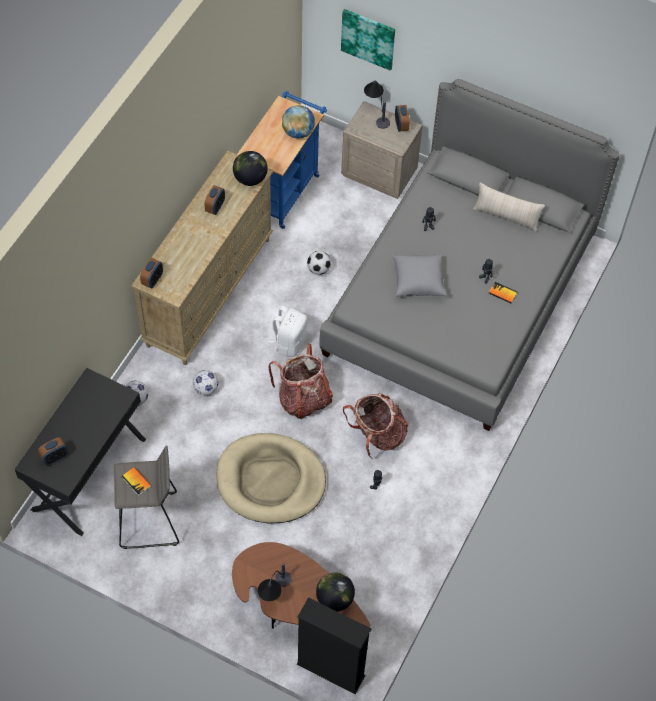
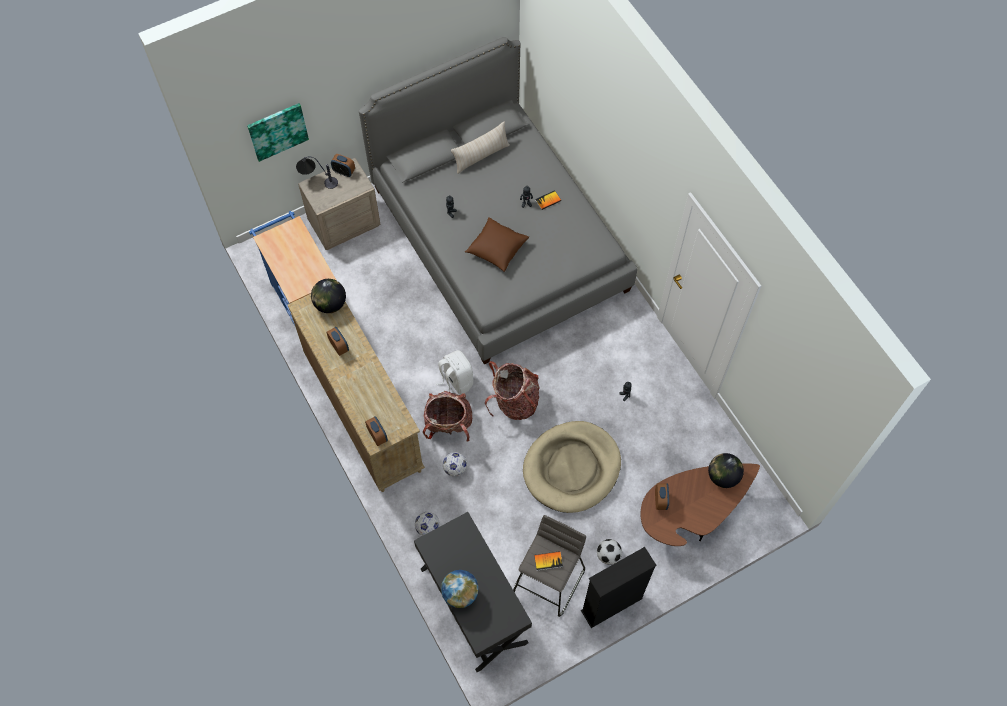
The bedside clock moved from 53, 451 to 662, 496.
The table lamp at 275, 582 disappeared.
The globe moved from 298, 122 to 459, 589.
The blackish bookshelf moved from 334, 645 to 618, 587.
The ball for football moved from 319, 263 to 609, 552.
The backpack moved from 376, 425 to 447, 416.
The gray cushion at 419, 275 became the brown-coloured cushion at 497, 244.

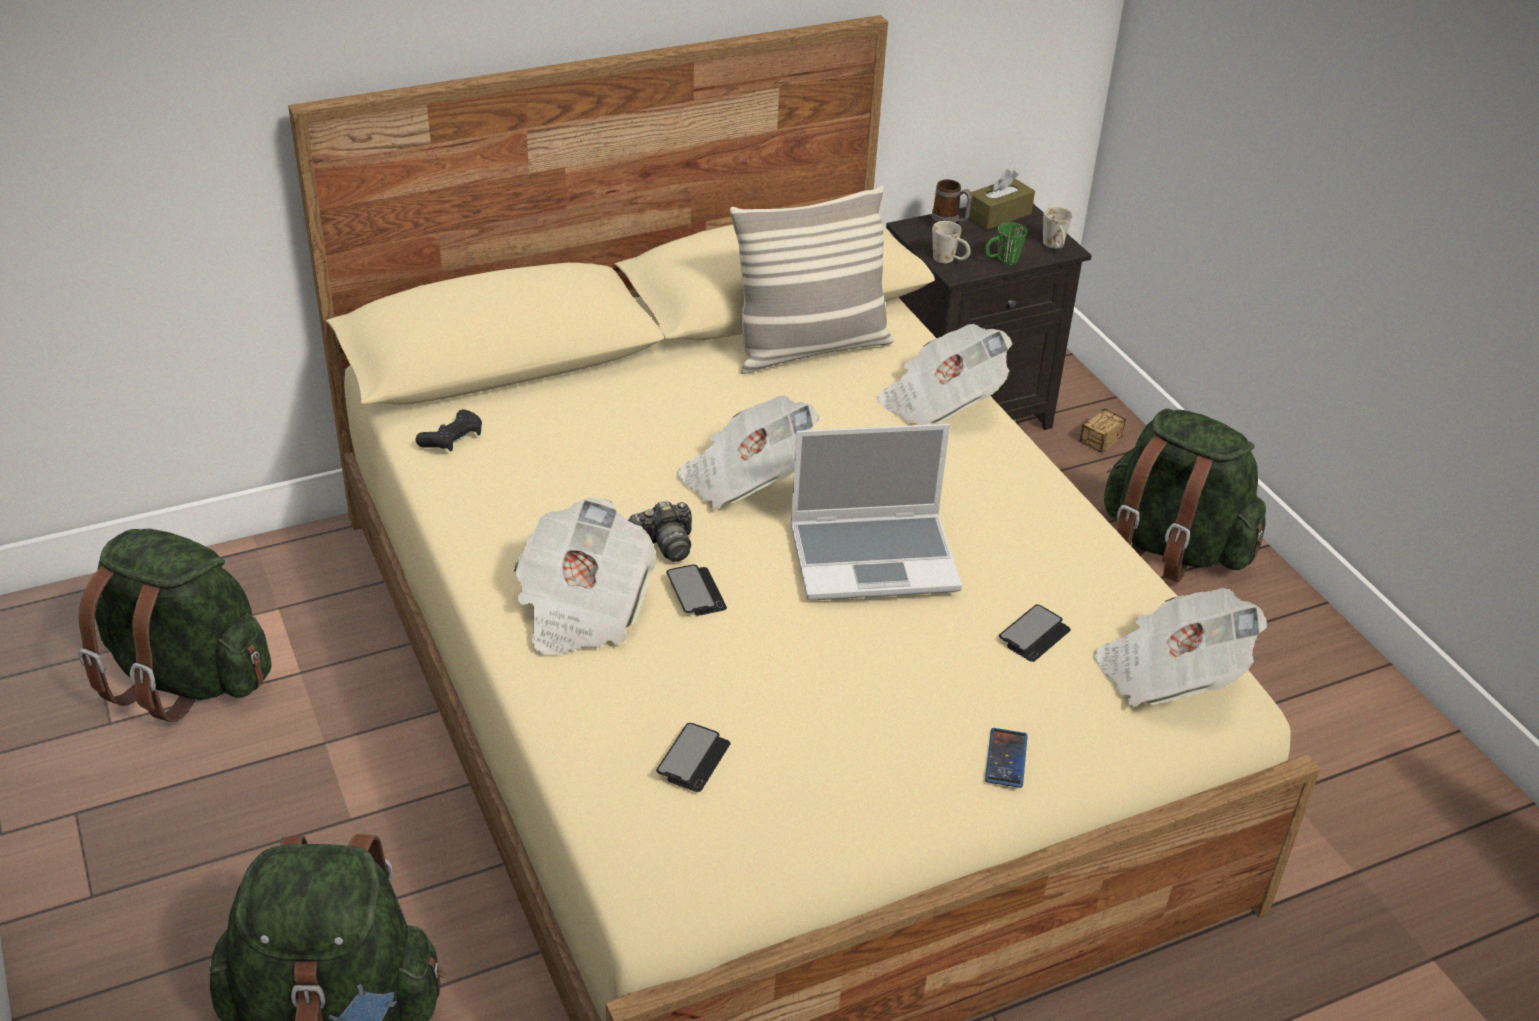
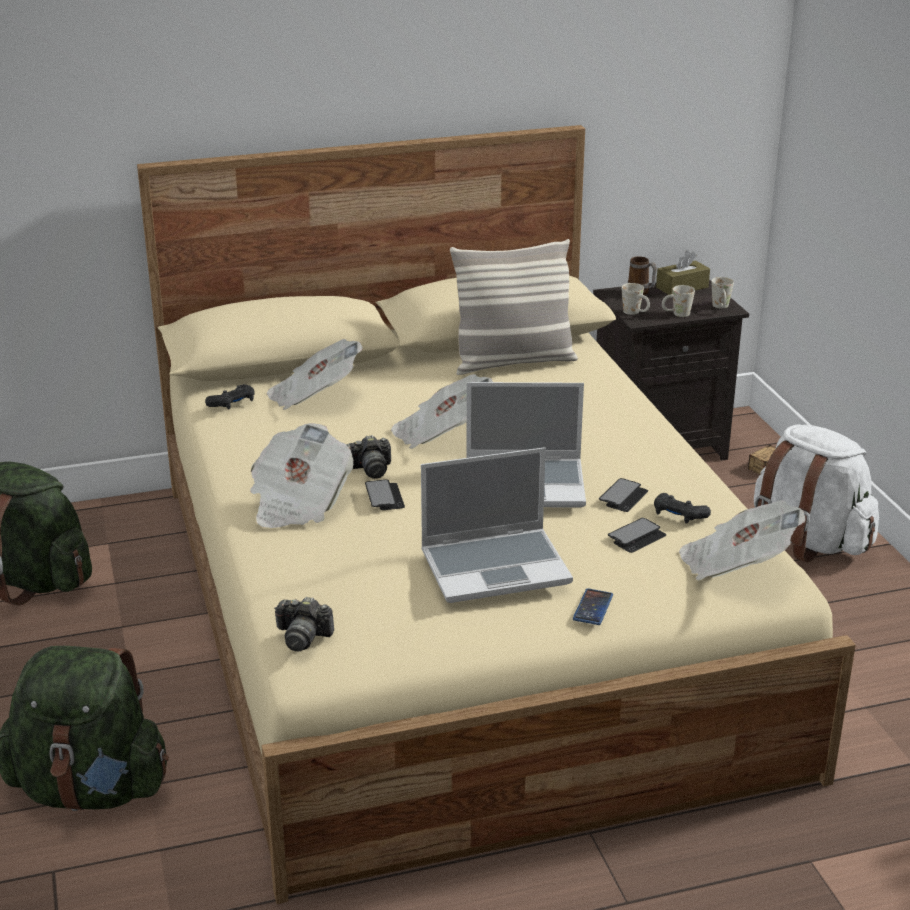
The telephone moved from 693, 757 to 623, 495.
The newspaper moved from 945, 374 to 315, 374.
The green coffee mug at 1005, 243 became the white-coloured coffee mug at 678, 301.
The green backpack at 1185, 495 became the white-coloured backpack at 816, 494.
The still camera at 304, 624 appeared.
The laptop at 497, 525 appeared.
The blackish joypad at 682, 508 appeared.

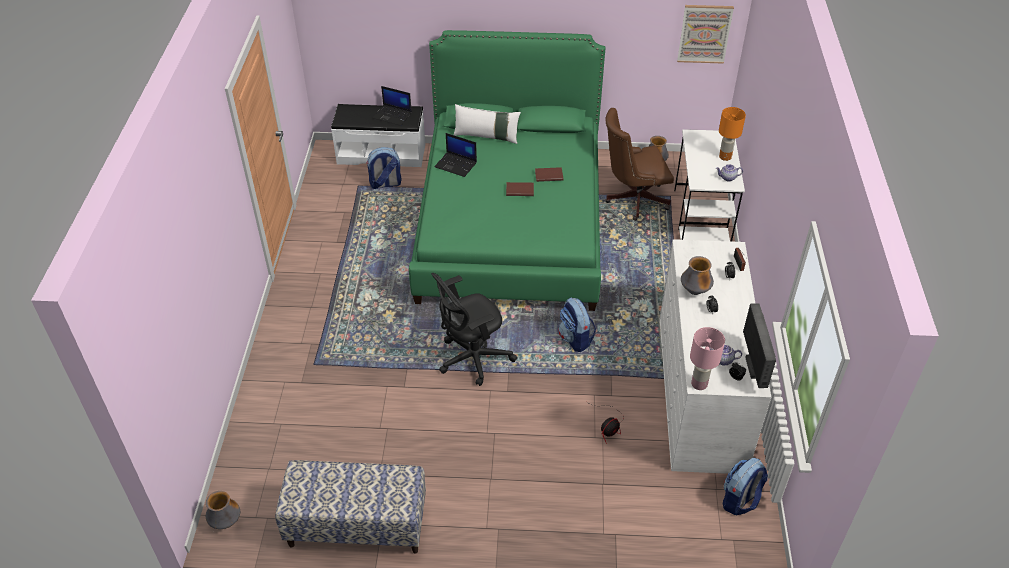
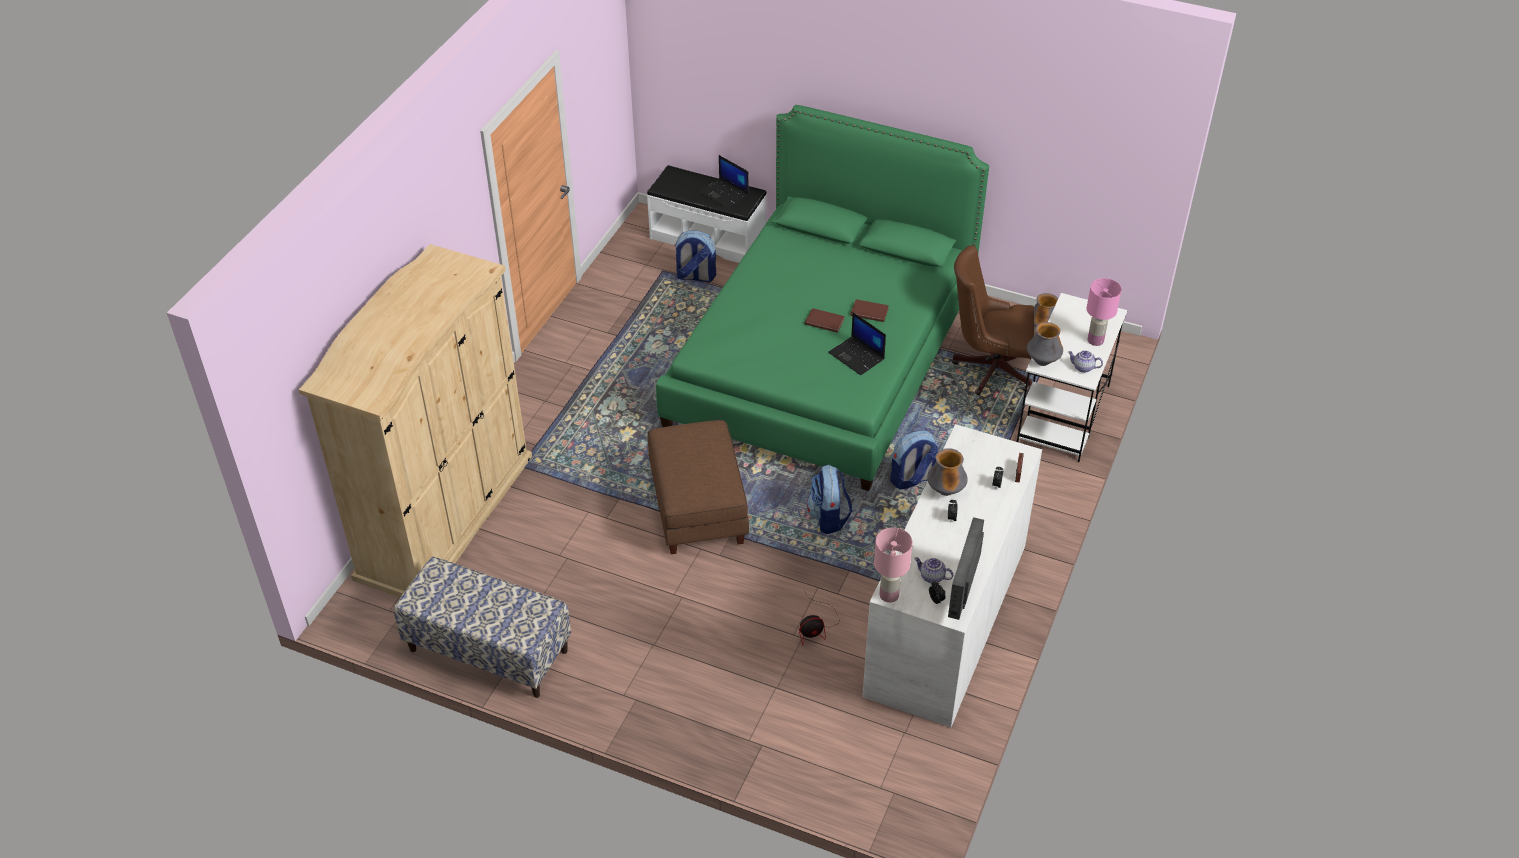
The flower vase moved from 223, 510 to 1045, 344.
The blackish computer chair at 474, 329 was replaced by the brown-coloured footrest at 698, 487.
The laptop moved from 455, 155 to 857, 343.
The white-coloured cushion at 487, 124 disappeared.
The wall picture at 705, 34 disappeared.
The orange-coloured table lamp at 732, 134 became the pink-coloured table lamp at 1104, 312.
The backpack moved from 745, 486 to 914, 460.
The sand-coloured armoire at 415, 420 appeared.

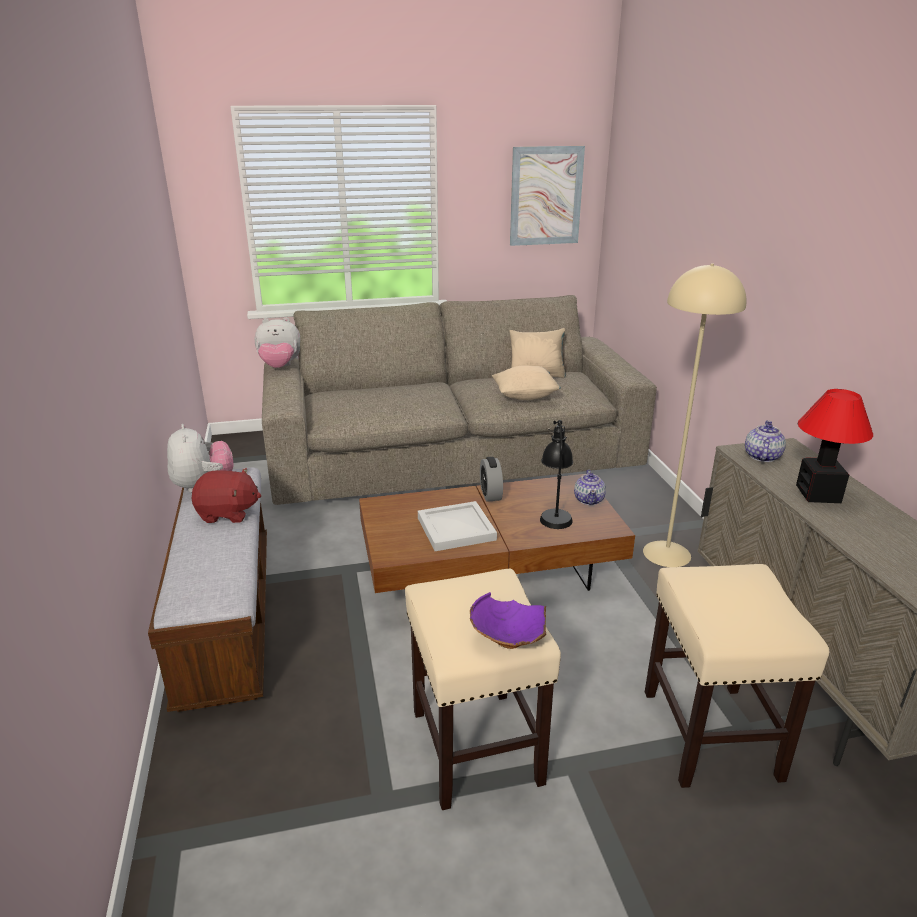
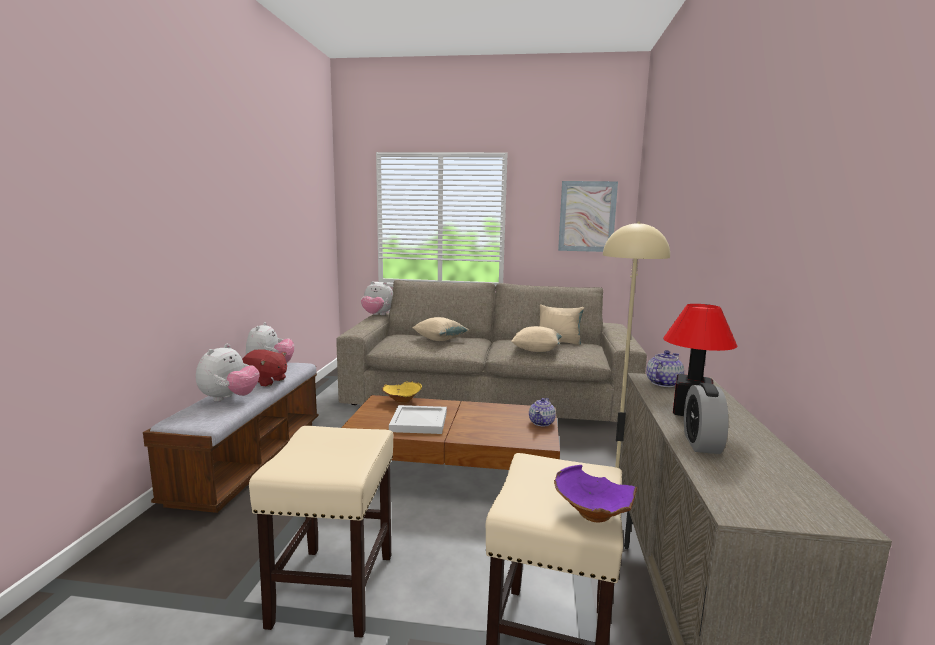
The purple-coloured deep dish moved from 508, 620 to 595, 494.
The bedside clock moved from 491, 479 to 706, 418.
The blackish table lamp at 556, 474 disappeared.
The soft toy at 228, 373 appeared.
The yellow deep dish at 402, 392 appeared.
The sand-coloured cushion at 440, 329 appeared.

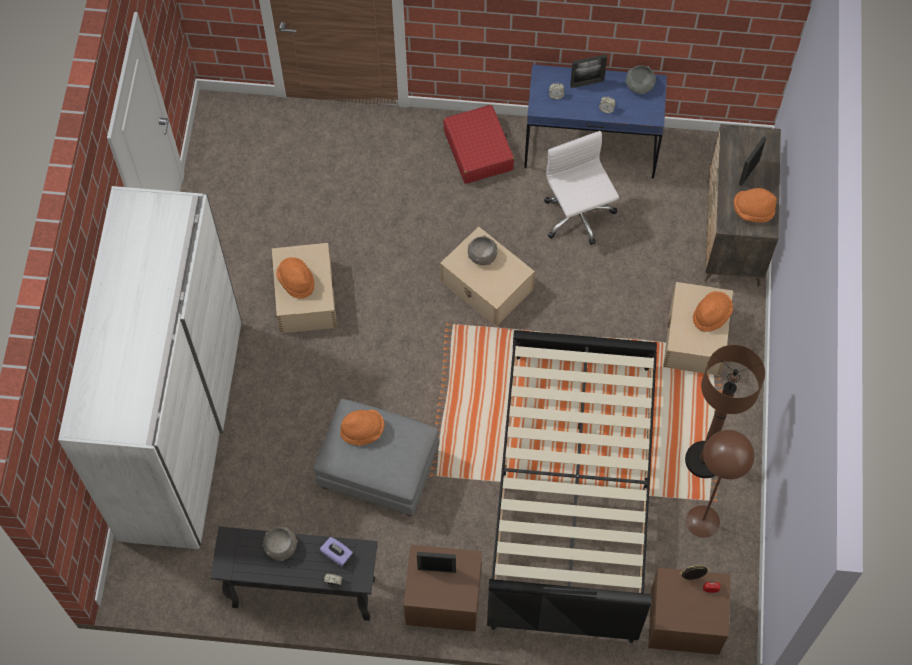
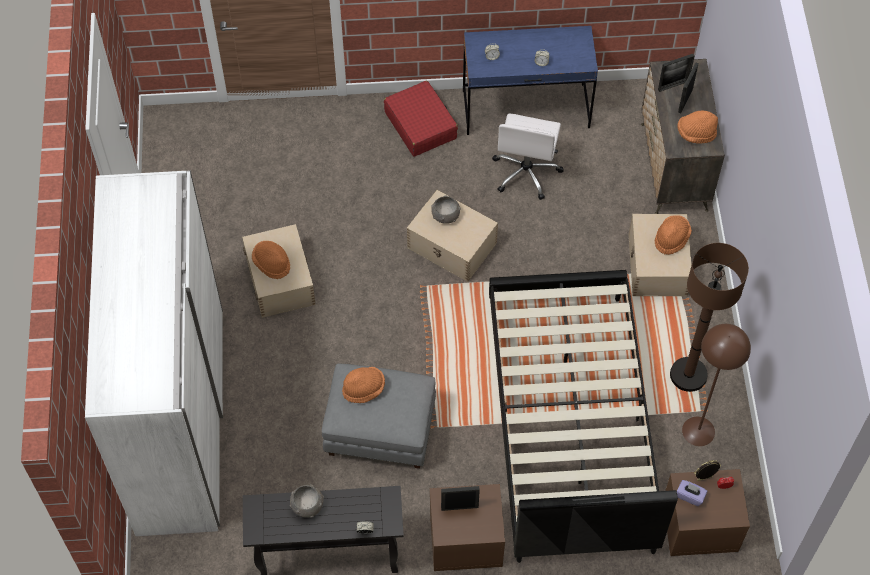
The purple-coloured tissue holder moved from 336, 552 to 692, 493.
The white-coloured computer chair at 581, 188 turned 135 degrees counterclockwise.
The standing frame moved from 588, 71 to 676, 73.
The gray deep dish at 640, 79 disappeared.

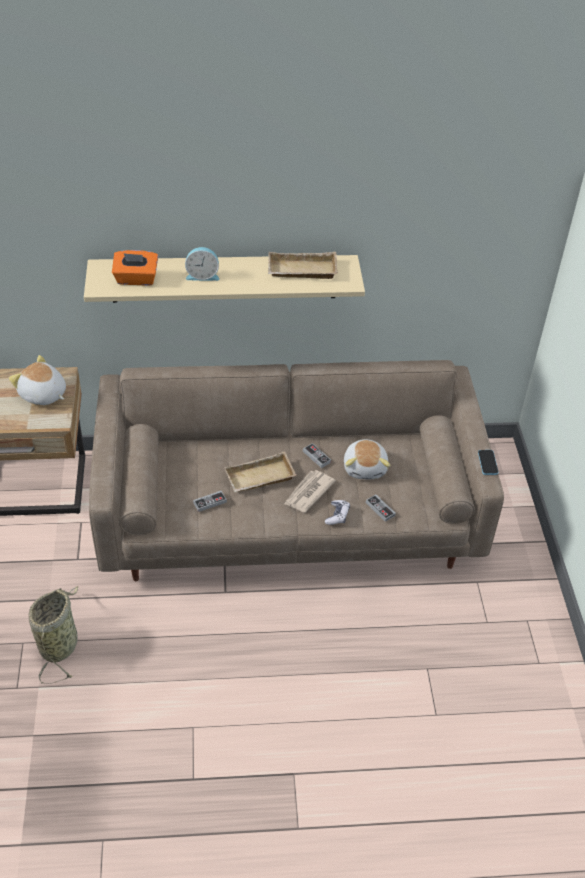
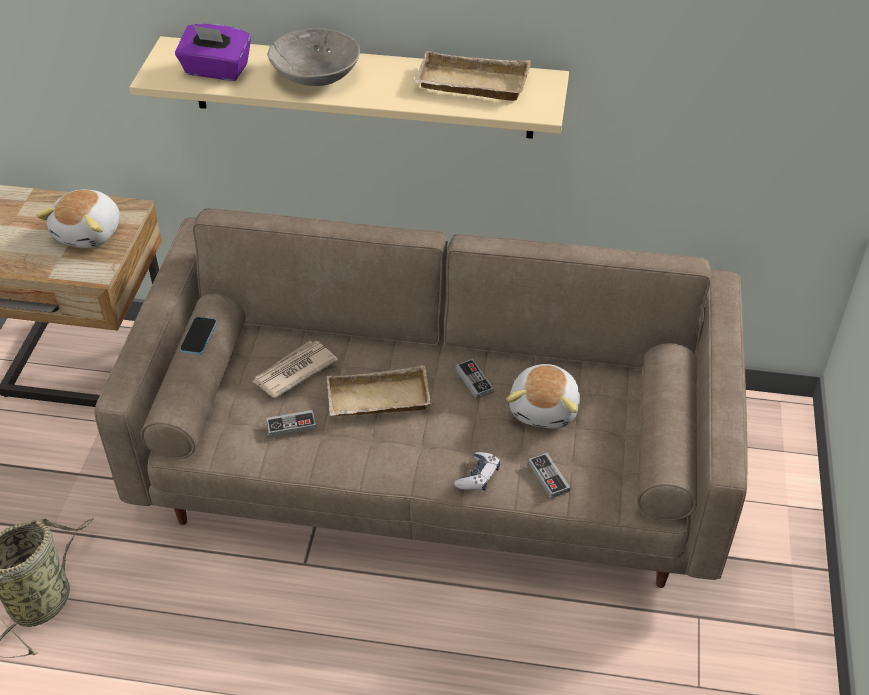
The soft toy at 37, 380 turned 120 degrees counterclockwise.
The orange-coloured tissue holder at 135, 268 became the purple-coloured tissue holder at 213, 52.
The bedside clock at 202, 264 was replaced by the gray deep dish at 313, 57.
The newspaper moved from 310, 491 to 295, 369.
The telephone moved from 488, 462 to 198, 336.

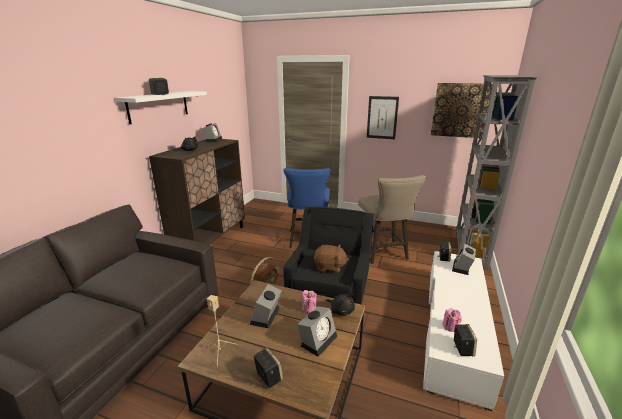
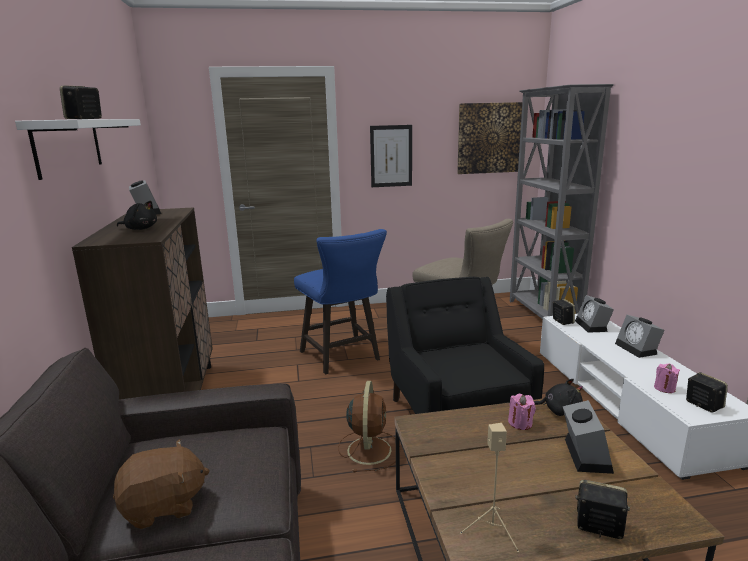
The bedside clock moved from 266, 306 to 639, 336.
The brown-coloured soft toy moved from 331, 259 to 161, 484.

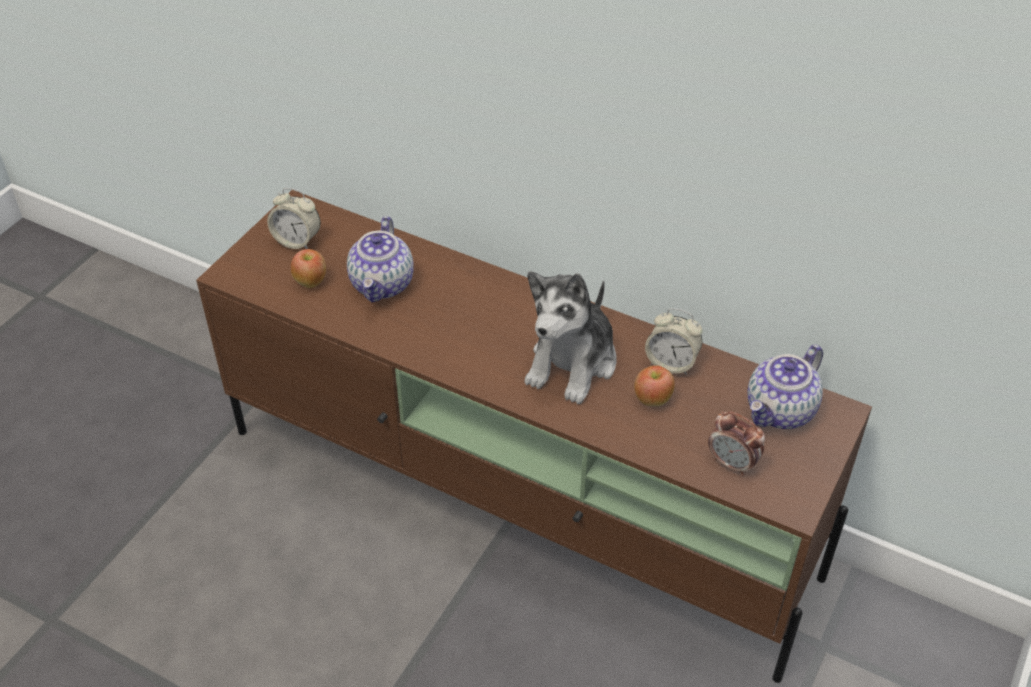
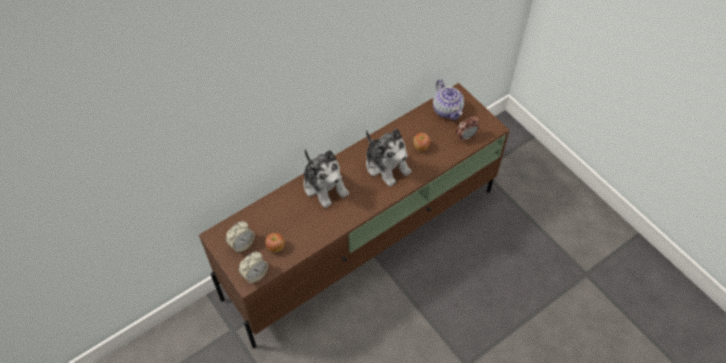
The tea pot at 380, 259 disappeared.
The bedside clock moved from 674, 341 to 253, 267.
The soft toy at 326, 178 appeared.

